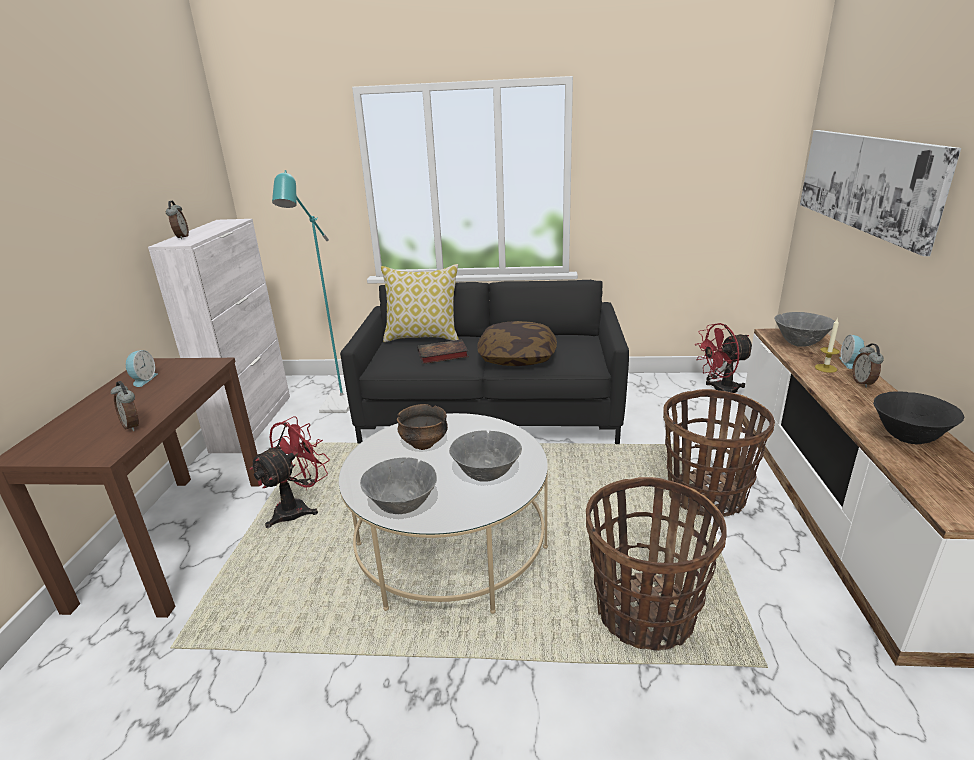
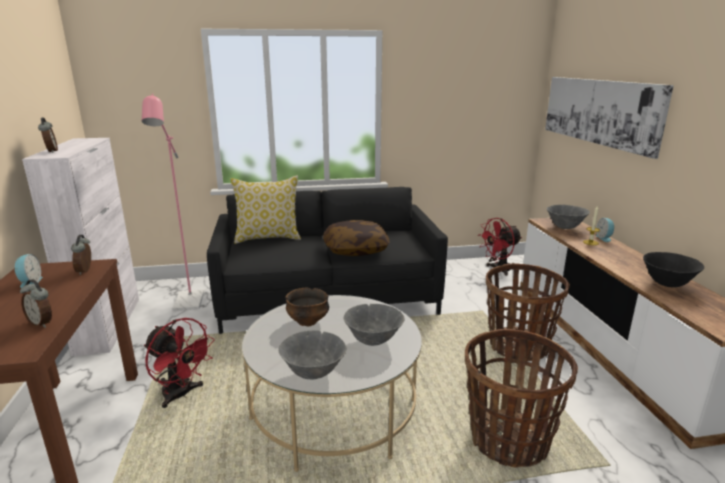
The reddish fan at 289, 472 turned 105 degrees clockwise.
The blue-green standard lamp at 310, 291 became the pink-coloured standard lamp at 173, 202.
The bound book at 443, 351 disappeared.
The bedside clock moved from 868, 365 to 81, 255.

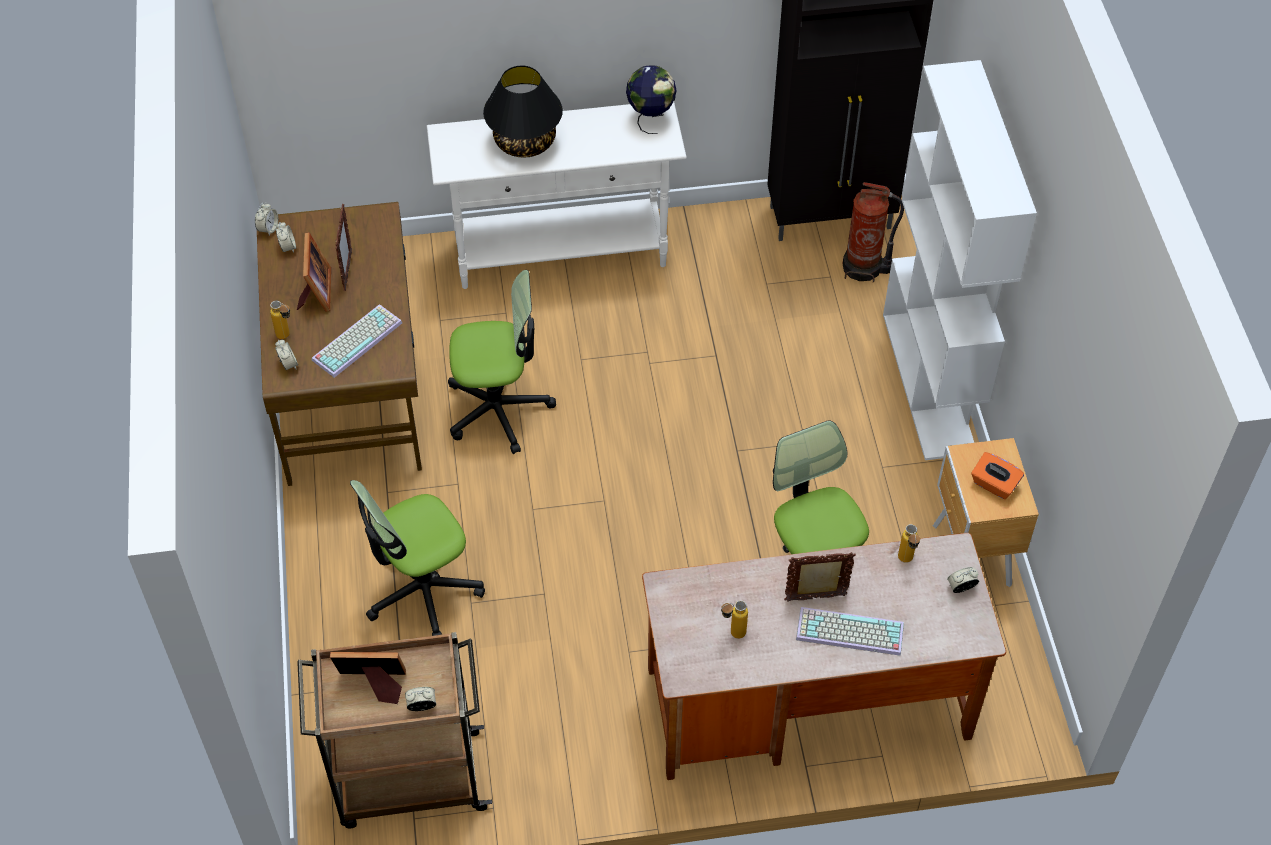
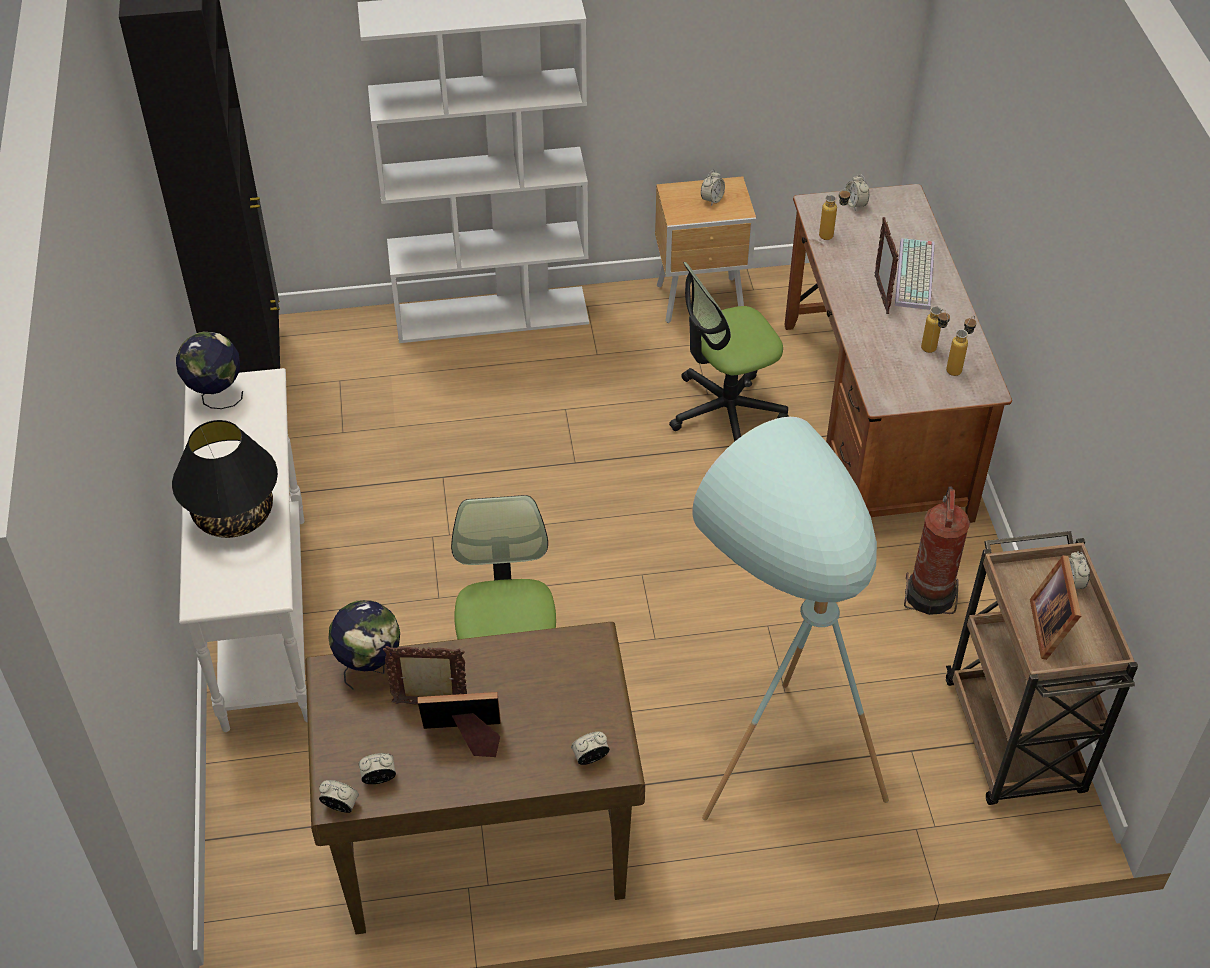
The drink bottle moved from 280, 320 to 961, 346.
The computer keyboard at 357, 341 disappeared.
The computer chair at 417, 558 was replaced by the blue-green standard lamp at 790, 619.
The fire extinguisher moved from 873, 232 to 937, 550.
The orange-coloured tissue holder at 997, 475 was replaced by the bedside clock at 713, 188.
The globe at 364, 644 appeared.

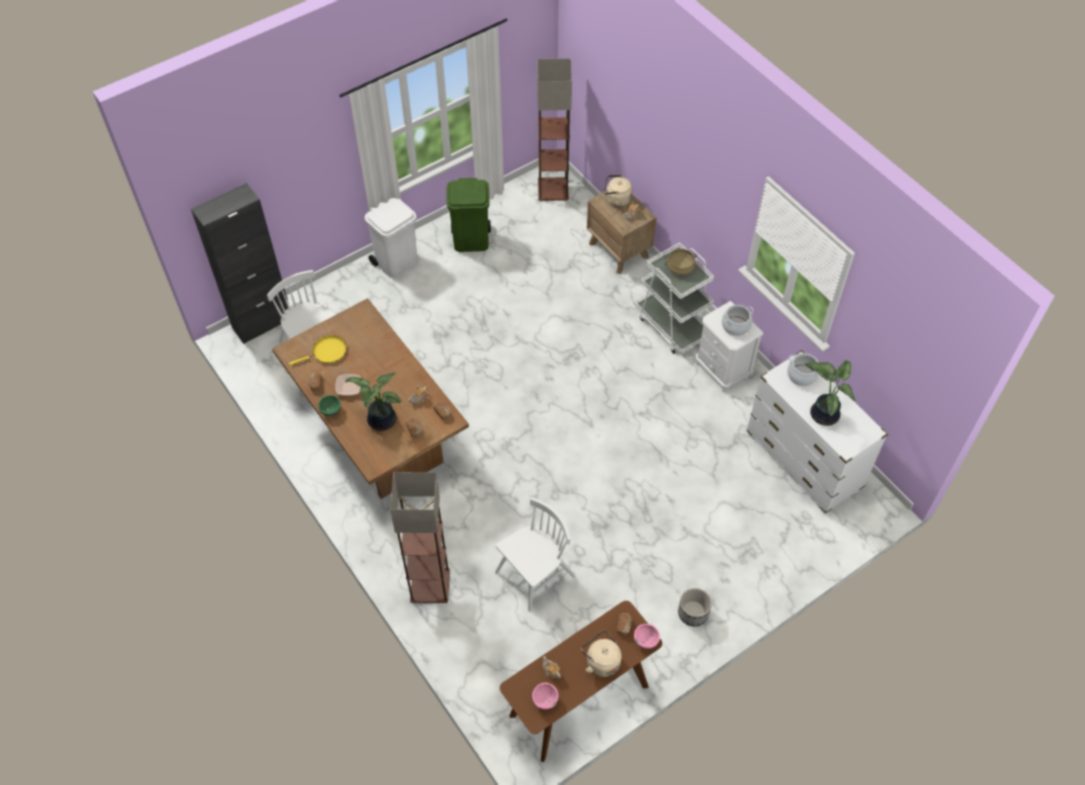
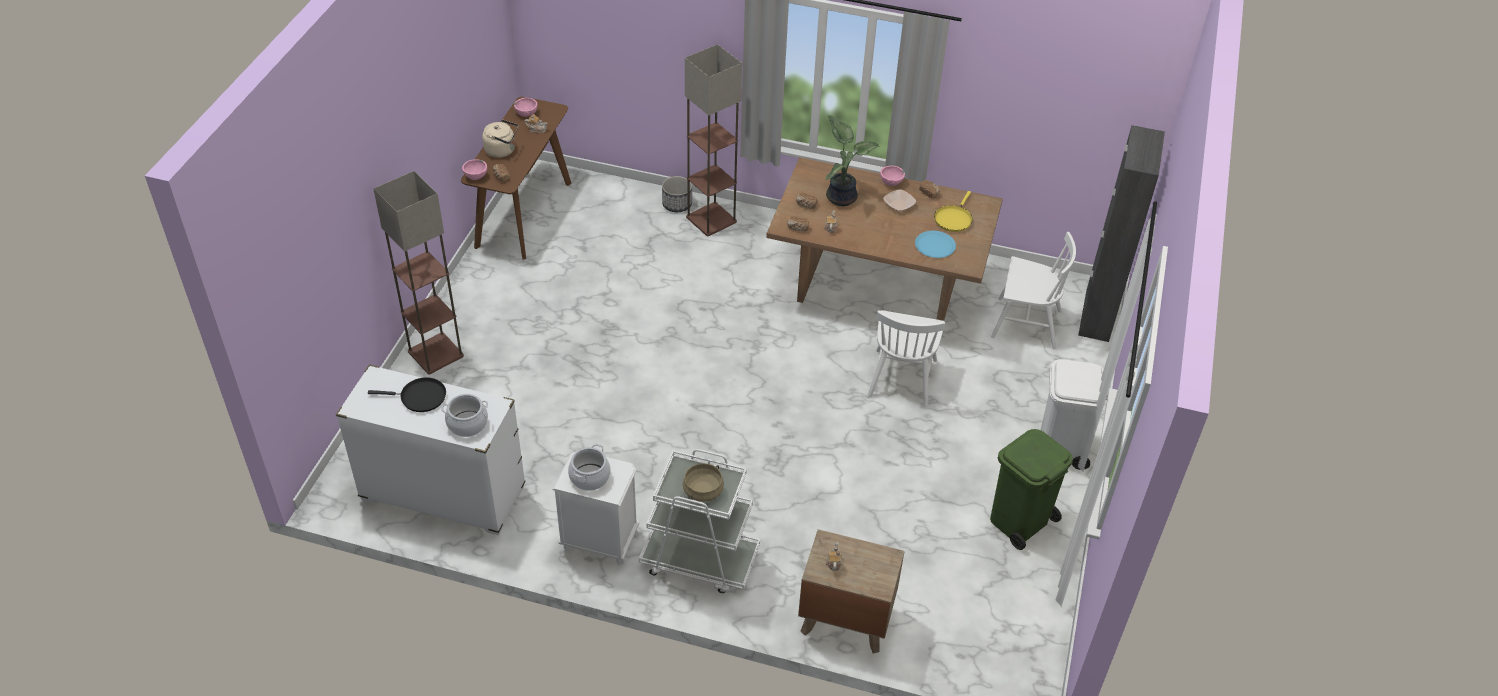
The green deep dish at 329, 405 became the pink-coloured deep dish at 892, 176.
The white-coloured plain chair moved from 535, 555 to 906, 358.
The standard lamp moved from 554, 129 to 418, 273.
The sand-coloured tea kettle at 618, 191 disappeared.
The planter moved from 695, 607 to 677, 194.
The houseplant at 830, 393 was replaced by the blackish skillet at 407, 394.
The blue-coloured flat dish at 935, 244 appeared.

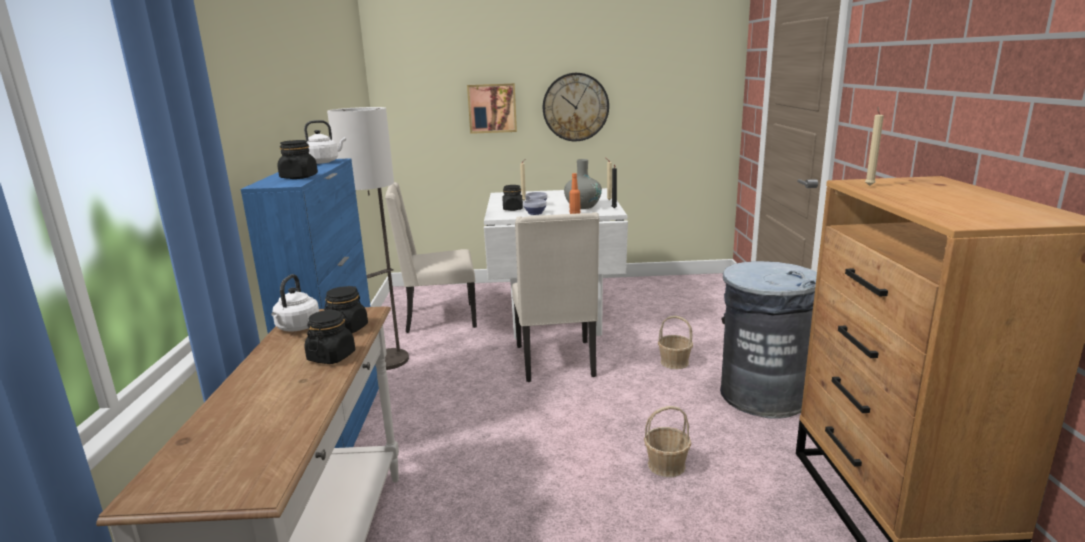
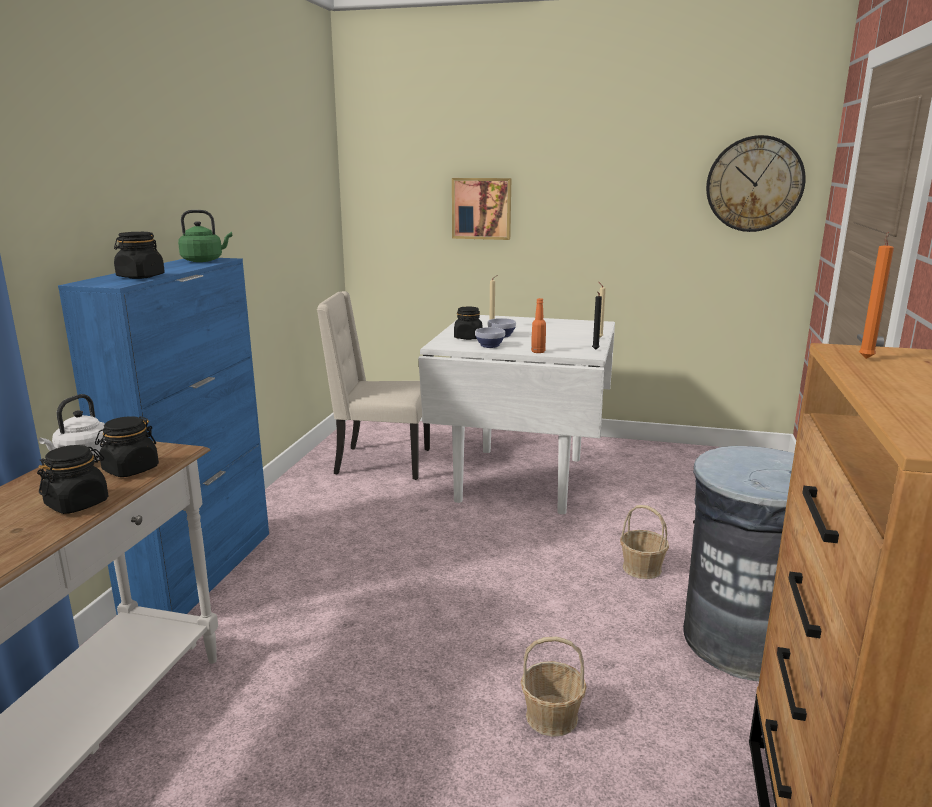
The white-coloured tea kettle at 325, 142 became the green tea kettle at 205, 236.
The standard lamp at 368, 238 disappeared.
The sand-coloured plain chair at 556, 297 disappeared.
The hanging clock moved from 576, 107 to 755, 183.
The gray flower vase at 583, 184 disappeared.
The sand-coloured wax light at 874, 146 became the orange-coloured wax light at 876, 295.

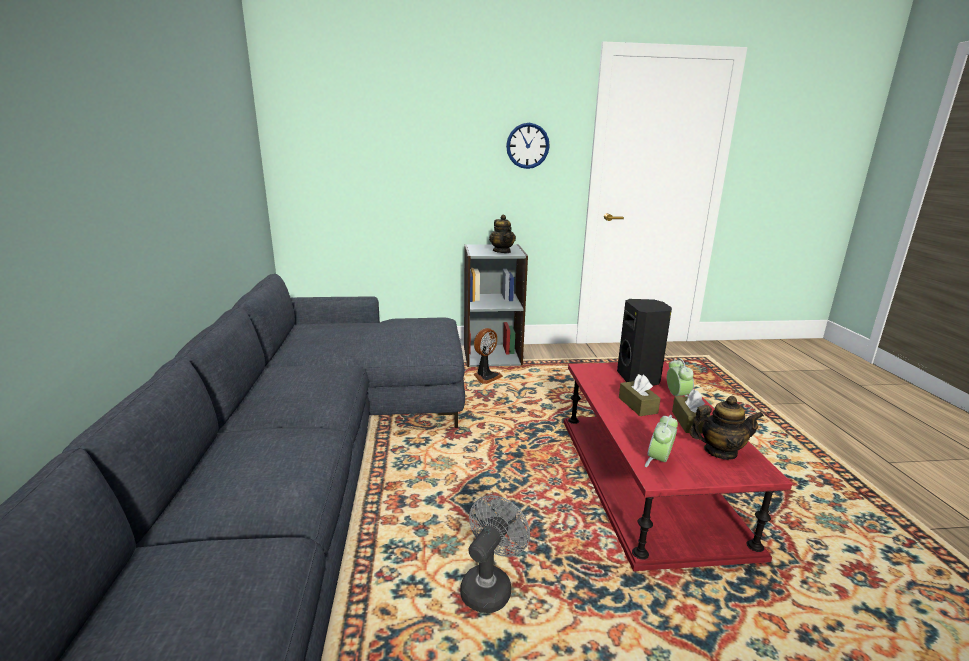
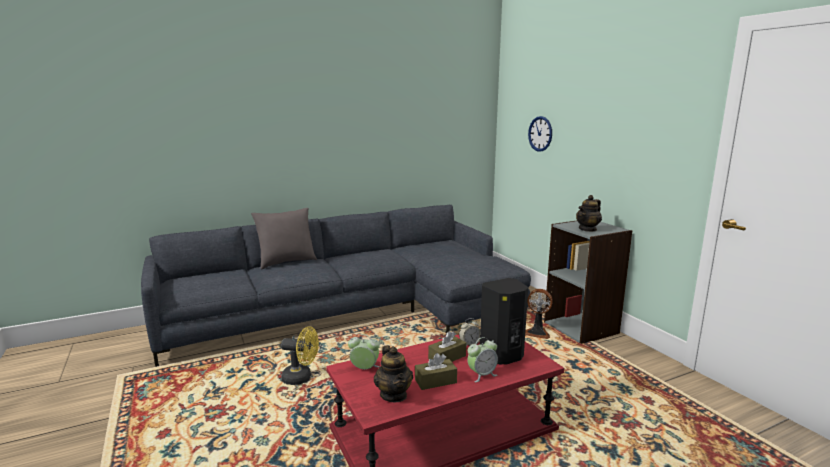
The gray fan at 495, 554 became the yellow fan at 300, 355.
The hanging clock moved from 528, 146 to 540, 134.
The gray cushion at 284, 238 appeared.
The bedside clock at 469, 332 appeared.

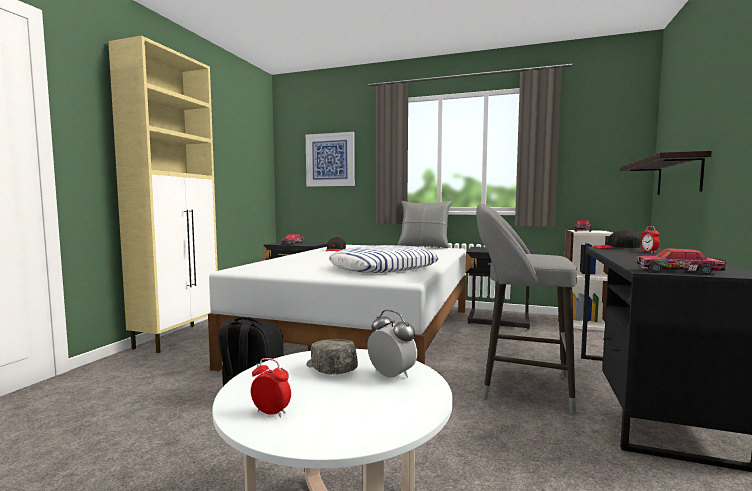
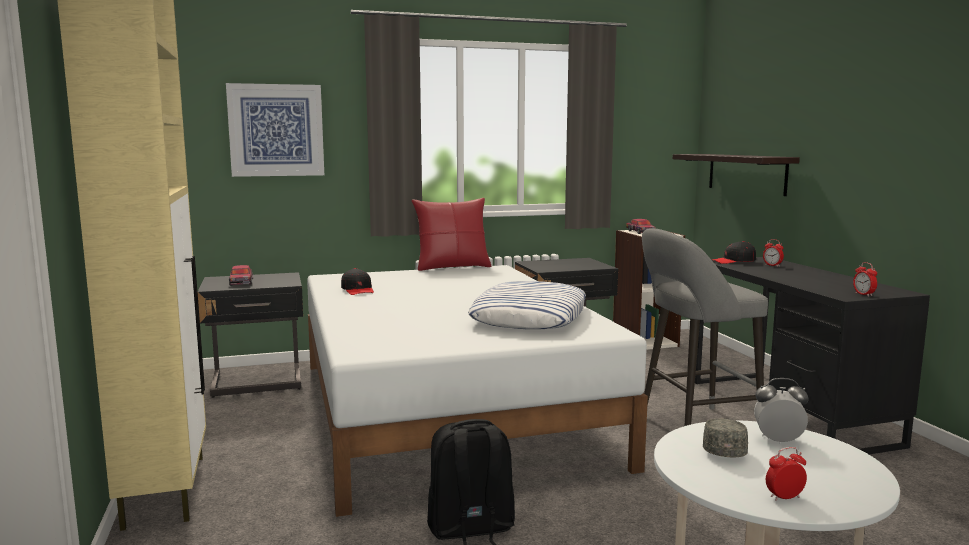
The gray cap at 332, 356 turned 90 degrees clockwise.
The gray cushion at 424, 224 became the reddish cushion at 451, 234.
The model car at 682, 262 was replaced by the bedside clock at 865, 279.

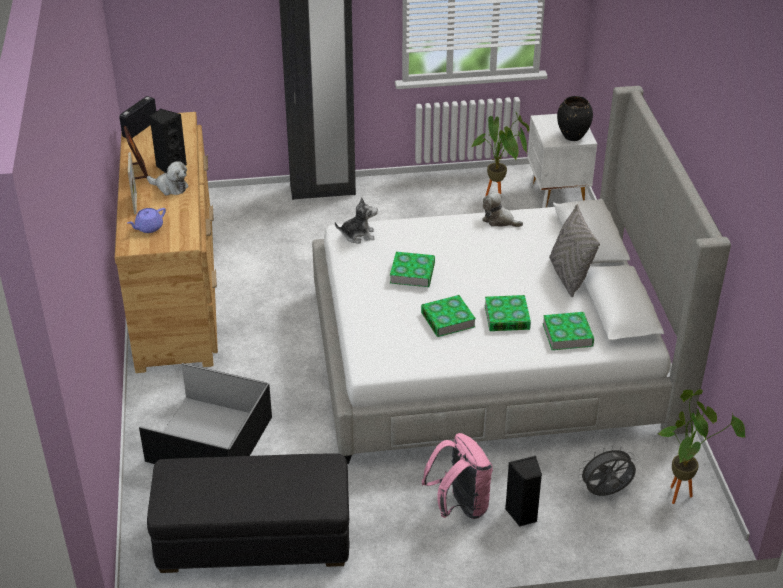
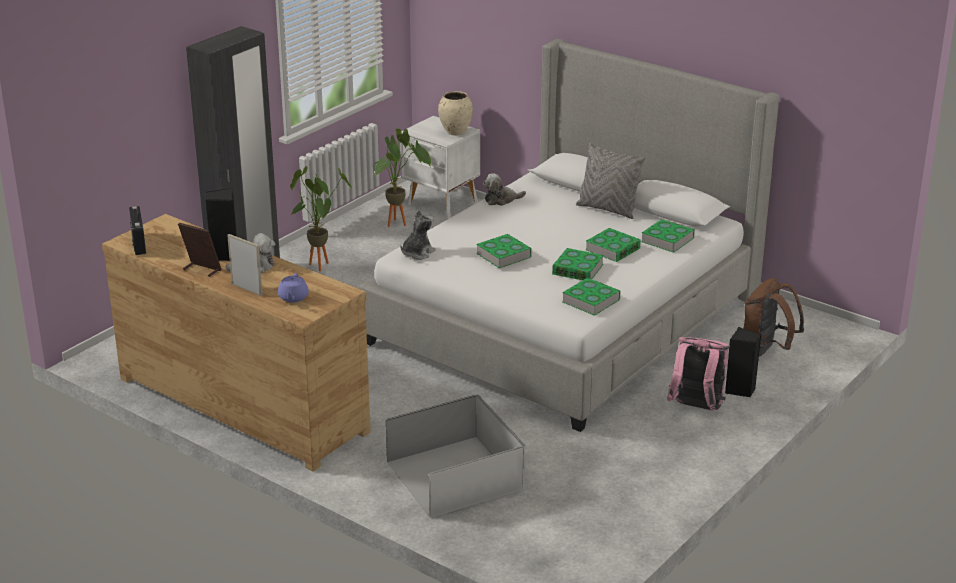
The blackish storage bin at 205, 413 became the white-coloured storage bin at 456, 456.
The blackish footrest at 248, 513 disappeared.
The blackish flower vase at 575, 118 became the sand-coloured flower vase at 455, 113.
The gray fan at 607, 471 was replaced by the brown-coloured backpack at 773, 317.
The houseplant moved from 701, 446 to 321, 218.
The bound book at 591, 297 appeared.

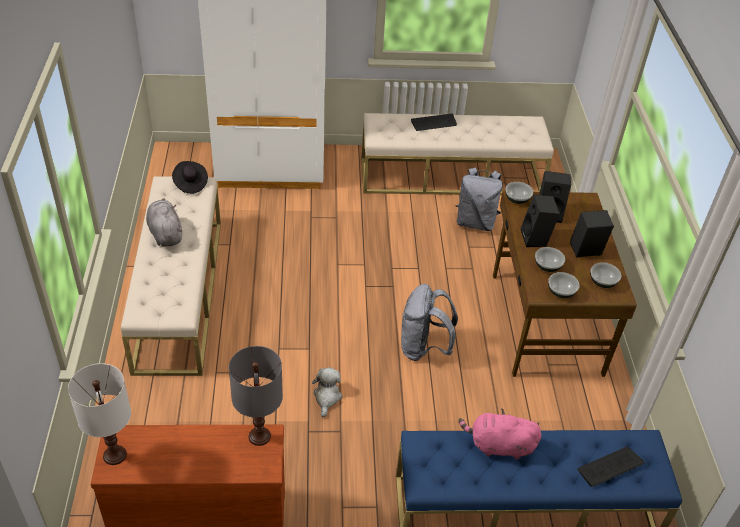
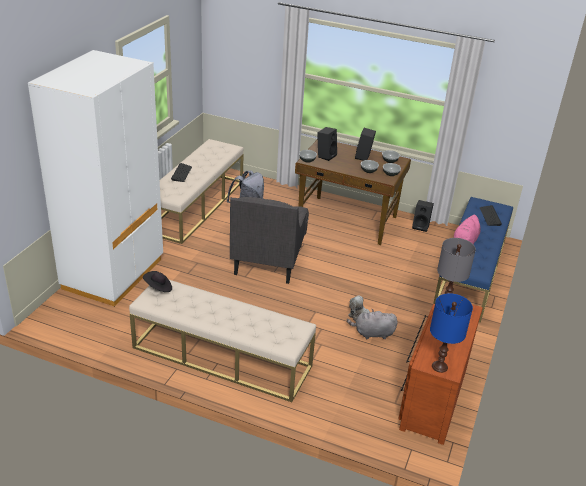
The white-coloured table lamp at 99, 414 became the blue-coloured table lamp at 451, 333.
The gray soft toy moved from 164, 222 to 372, 324.
The gray backpack at 429, 322 disappeared.
The blackish speaker moved from 540, 221 to 423, 216.
The gray easy chair at 269, 240 appeared.

